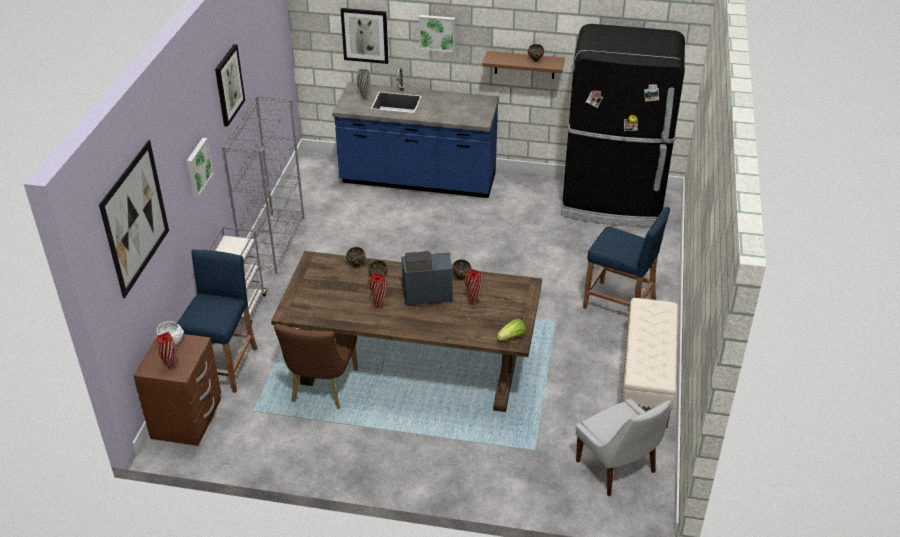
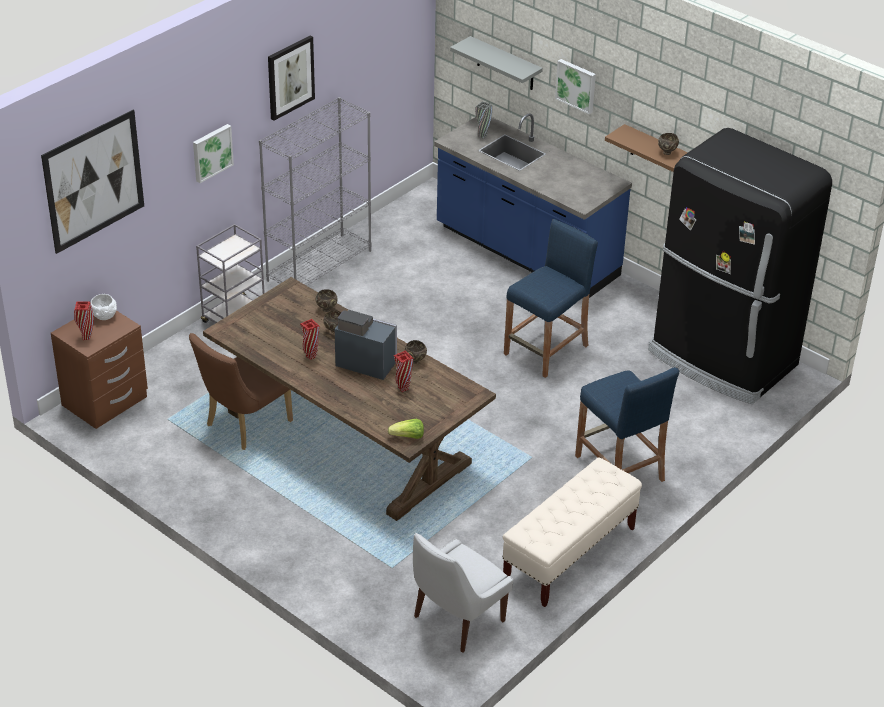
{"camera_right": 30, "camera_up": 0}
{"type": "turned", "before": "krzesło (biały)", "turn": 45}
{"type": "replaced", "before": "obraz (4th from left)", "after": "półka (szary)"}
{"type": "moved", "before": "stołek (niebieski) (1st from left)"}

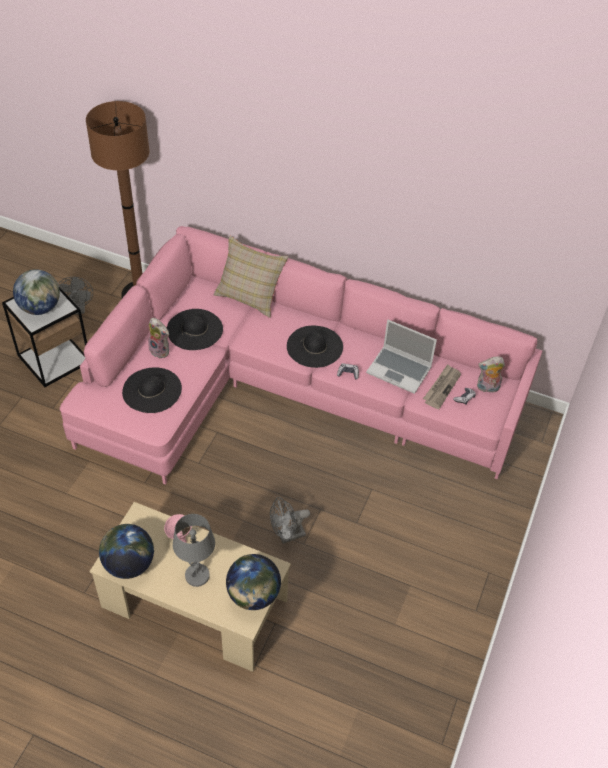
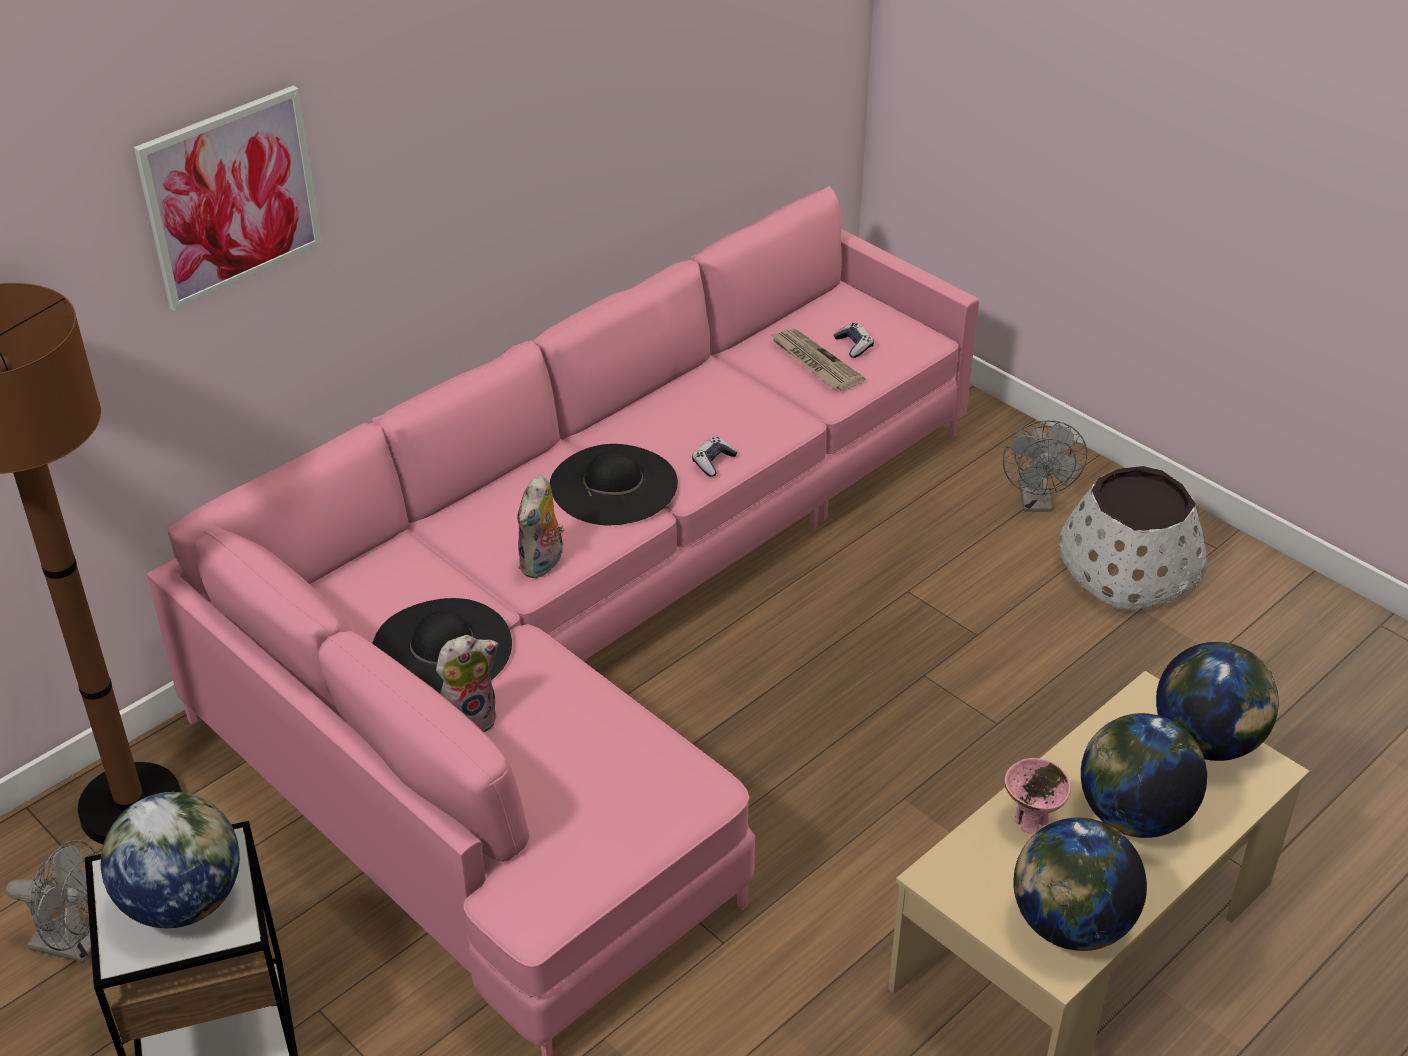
{"camera_right": -65, "camera_up": -10}
{"type": "added", "after": "obraz"}
{"type": "moved", "before": "pluszak (2nd from left)"}
{"type": "moved", "before": "wentylator (szary) (2nd from left)"}
{"type": "added", "after": "donica (biały)"}
{"type": "replaced", "before": "lampa stołowa (szary)", "after": "globus (3rd from left)"}
{"type": "removed", "before": "kapelusz (czarny) (1st from left)"}
{"type": "removed", "before": "poduszka (beżowy)"}
{"type": "removed", "before": "laptop"}

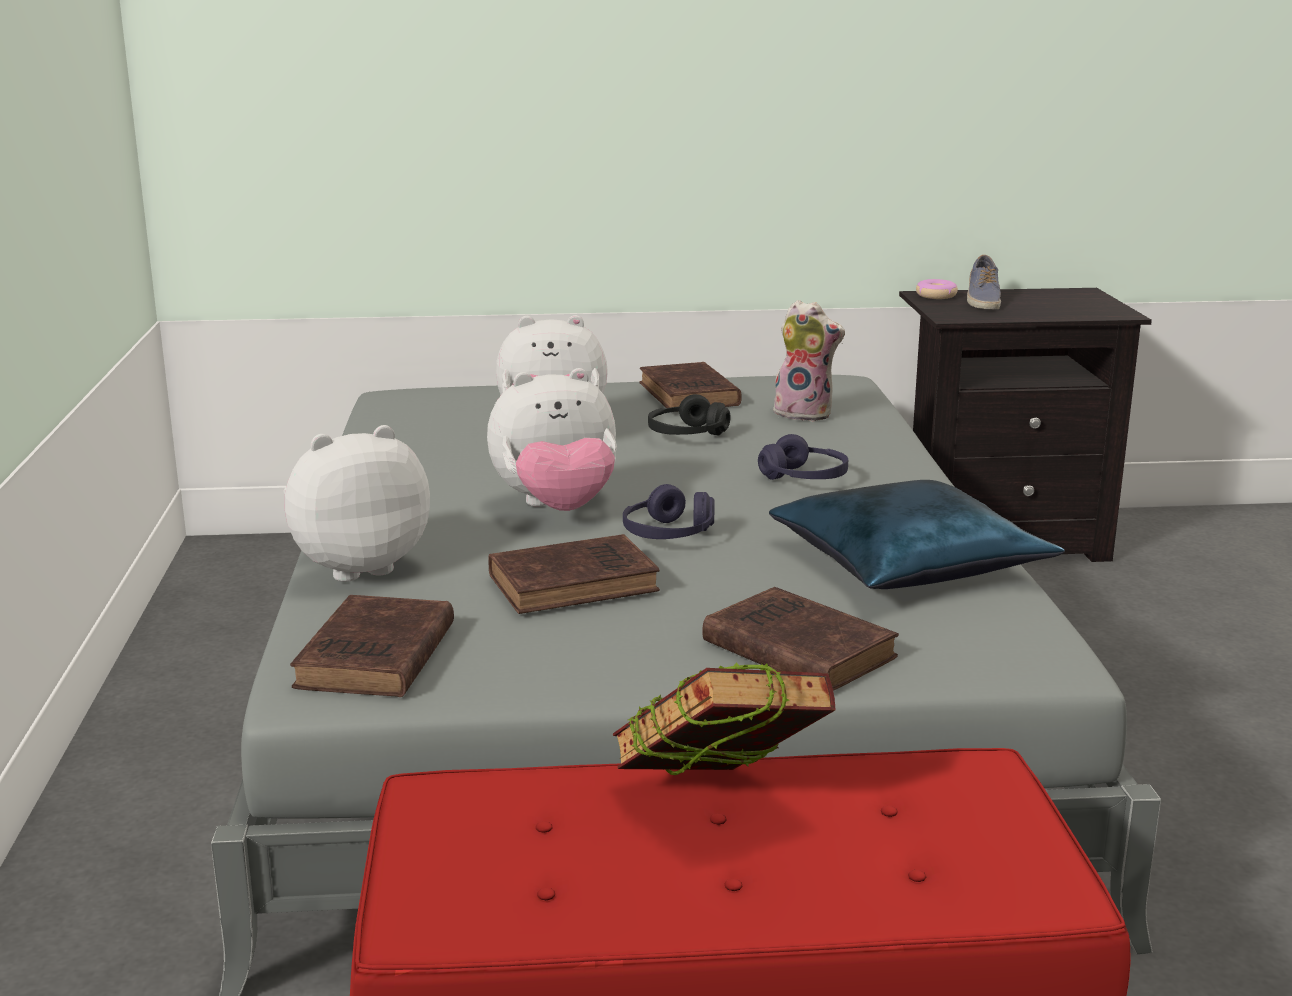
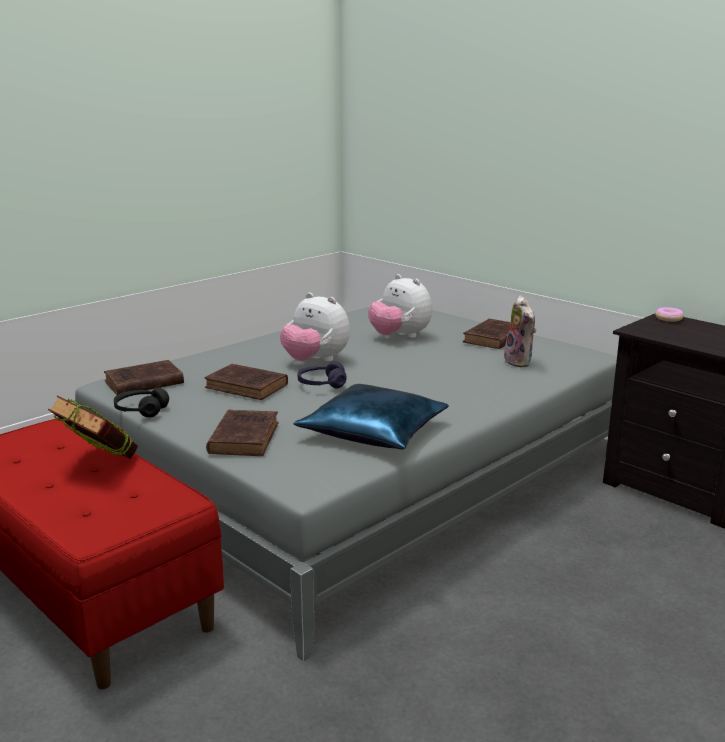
{"camera_right": 50, "camera_up": 0}
{"type": "moved", "before": "słuchawki (czarny)"}
{"type": "removed", "before": "pluszak (1st from left)"}
{"type": "removed", "before": "słuchawki (fioletowy) (2nd from left)"}
{"type": "removed", "before": "but"}

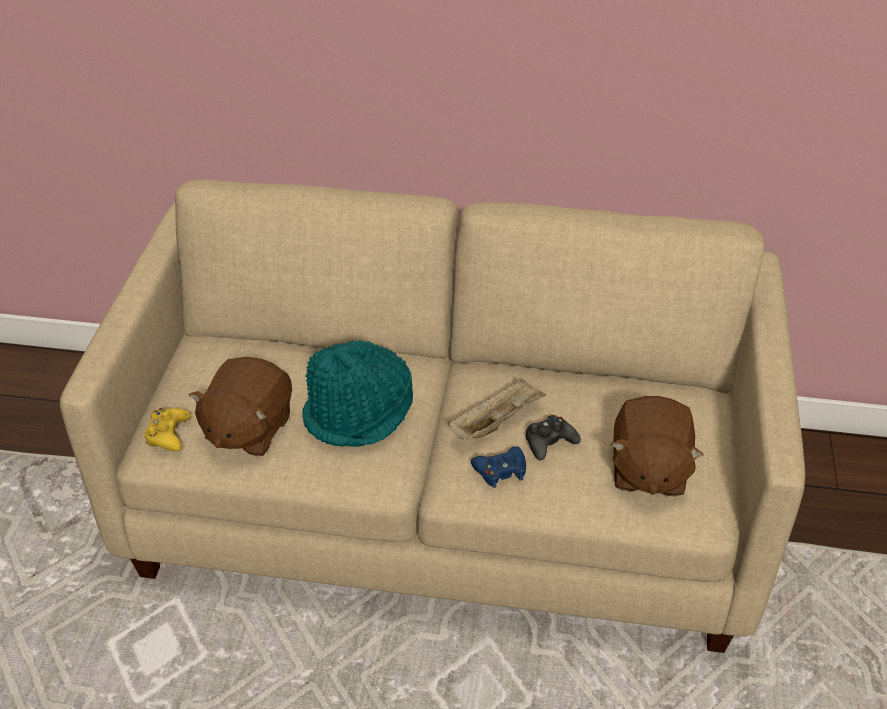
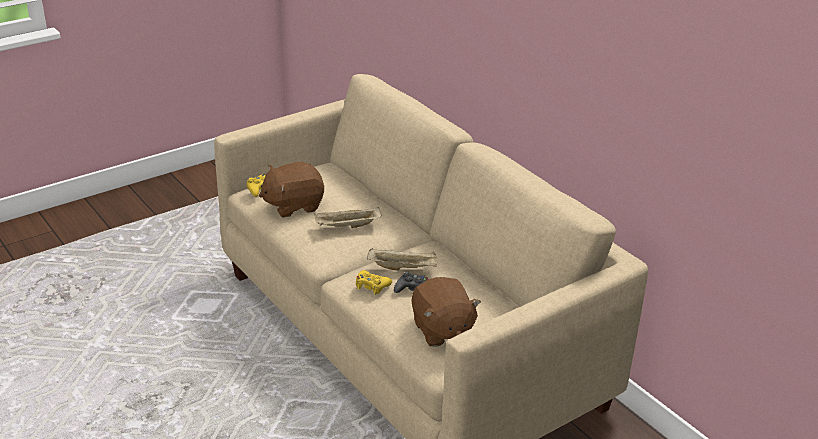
{"camera_right": 45, "camera_up": -10}
{"type": "replaced", "before": "kapelusz (turkusowy)", "after": "taca (beżowy) (1st from left)"}
{"type": "recoloured", "before": "pad do gier (niebieski)", "after": "pad do gier (żółty) (2nd from left)"}
{"type": "turned", "before": "pluszak (brązowy) (2nd from left)", "turn": -75}

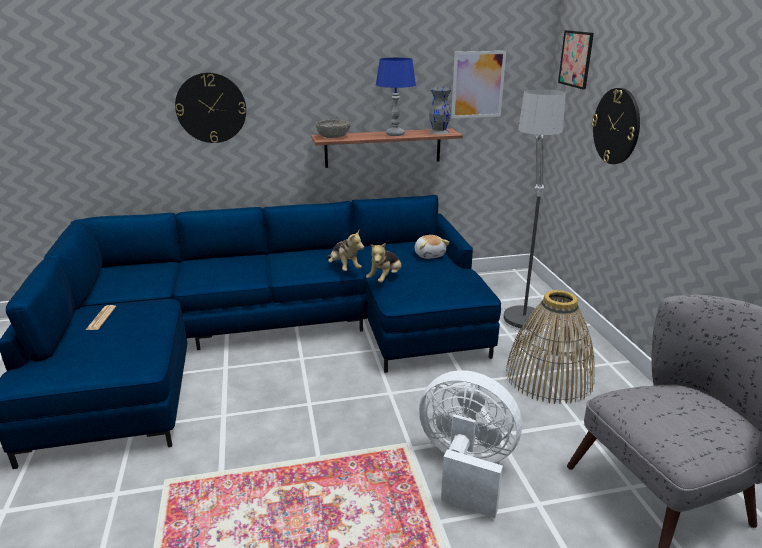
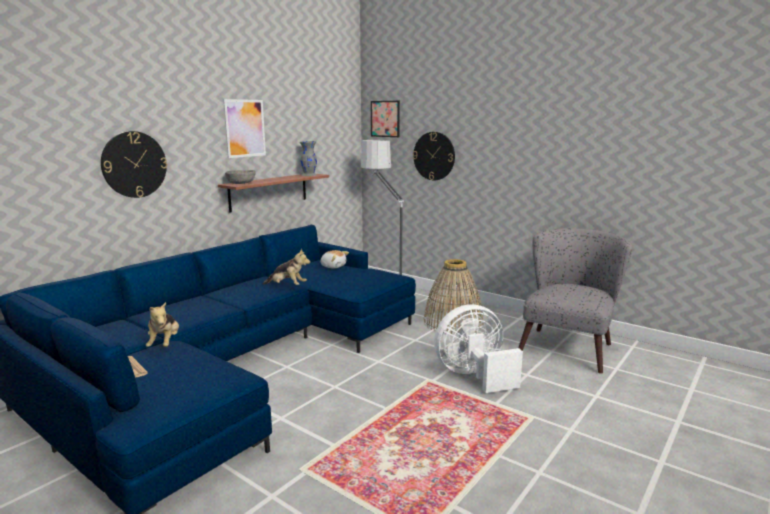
{"camera_right": -40, "camera_up": -10}
{"type": "moved", "before": "pluszak (2nd from left in the first image)", "after": "pluszak (1st from left)"}
{"type": "moved", "before": "obraz (1st from left)"}
{"type": "removed", "before": "lampa stołowa (niebieski)"}

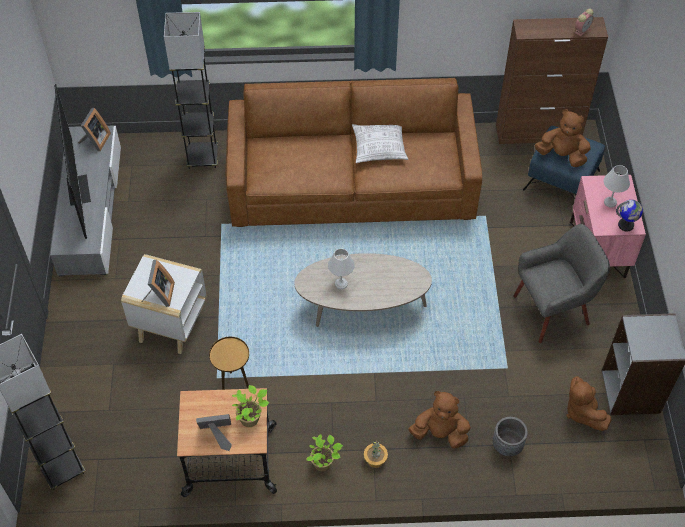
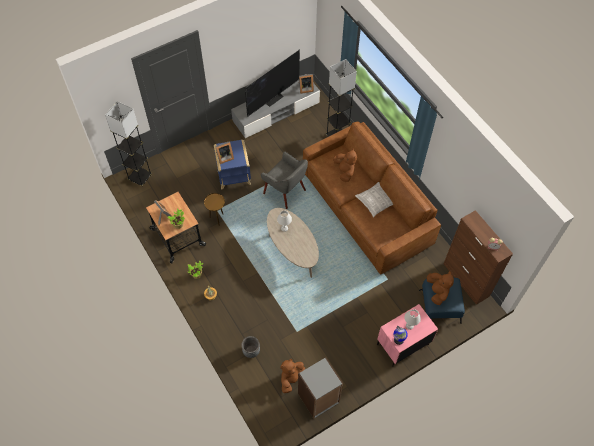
{"camera_right": 60, "camera_up": 5}
{"type": "recoloured", "before": "stolik (biały)", "after": "stolik (niebieski)"}
{"type": "moved", "before": "fotel (szary)"}
{"type": "moved", "before": "pluszak (brązowy) (1st from left in the first image)", "after": "pluszak (brązowy) (2nd from left)"}

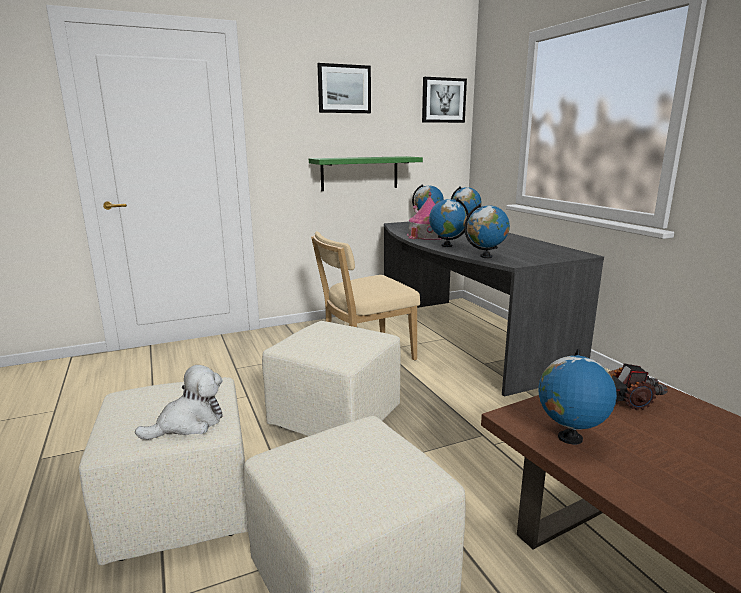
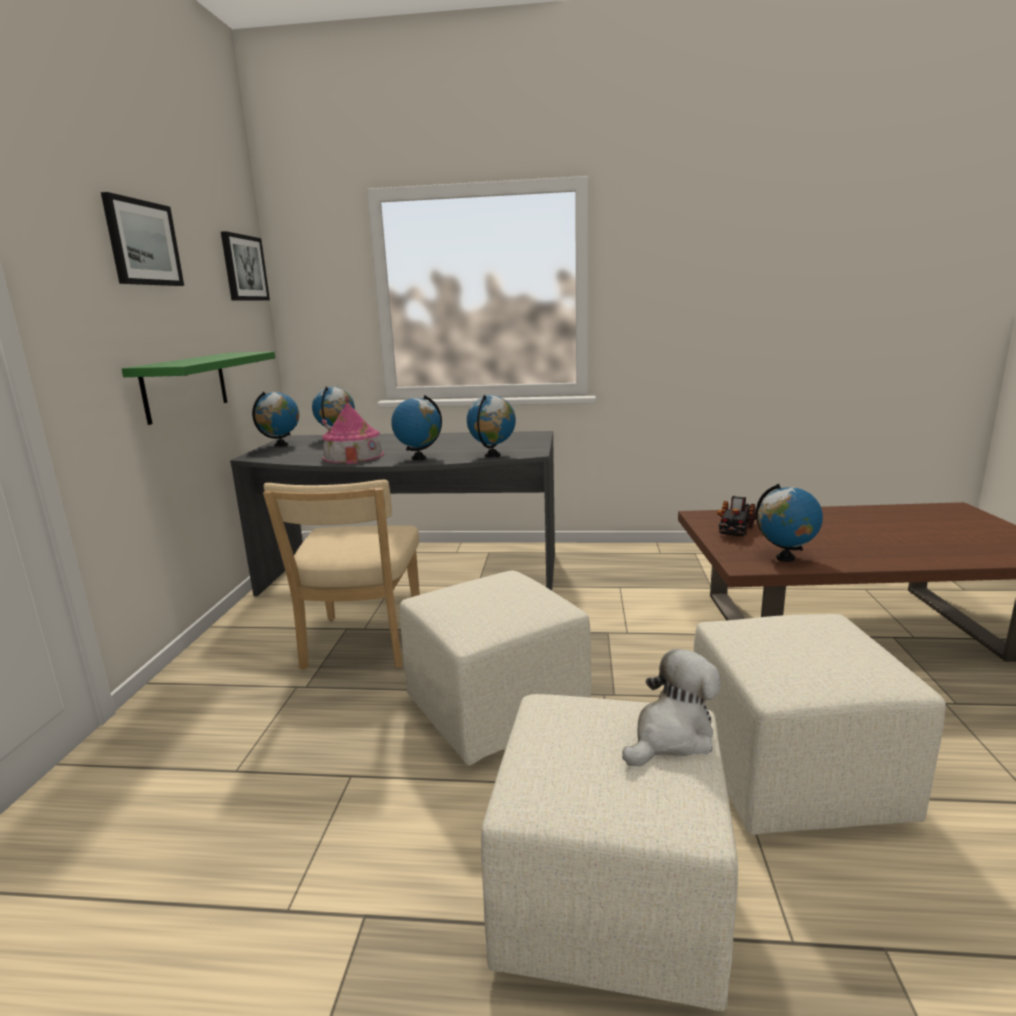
{"camera_right": -60, "camera_up": 0}
{"type": "turned", "before": "pluszak", "turn": 60}

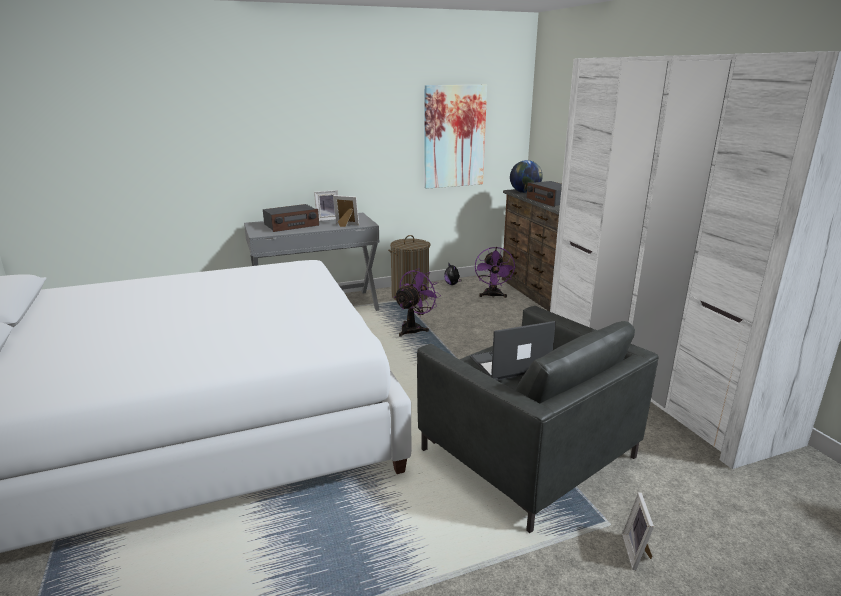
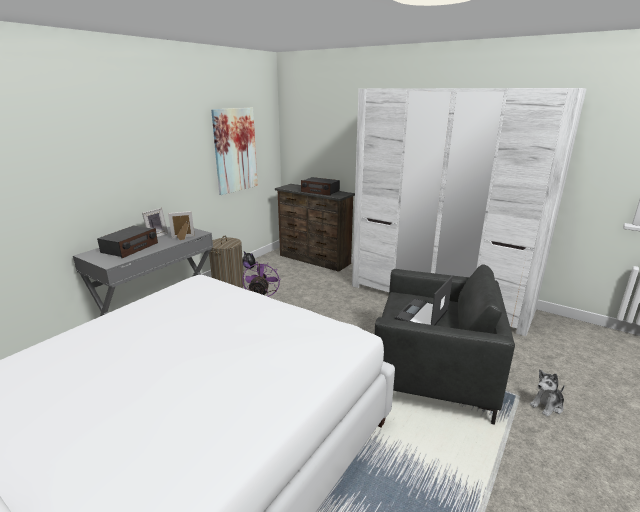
{"camera_right": -35, "camera_up": 0}
{"type": "replaced", "before": "ramka na zdjęcie (3rd from left)", "after": "pluszak (2nd from left)"}
{"type": "removed", "before": "wentylator (fioletowy) (2nd from left)"}
{"type": "removed", "before": "globus"}

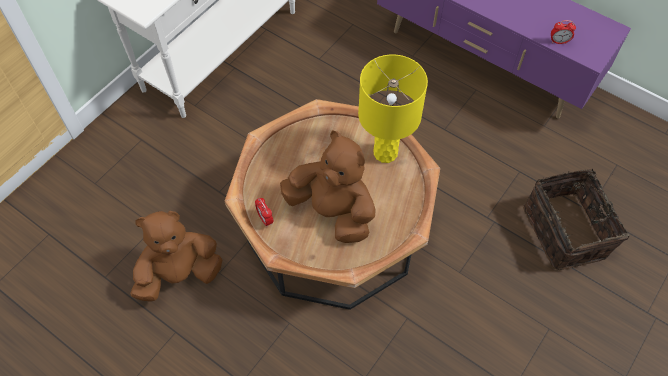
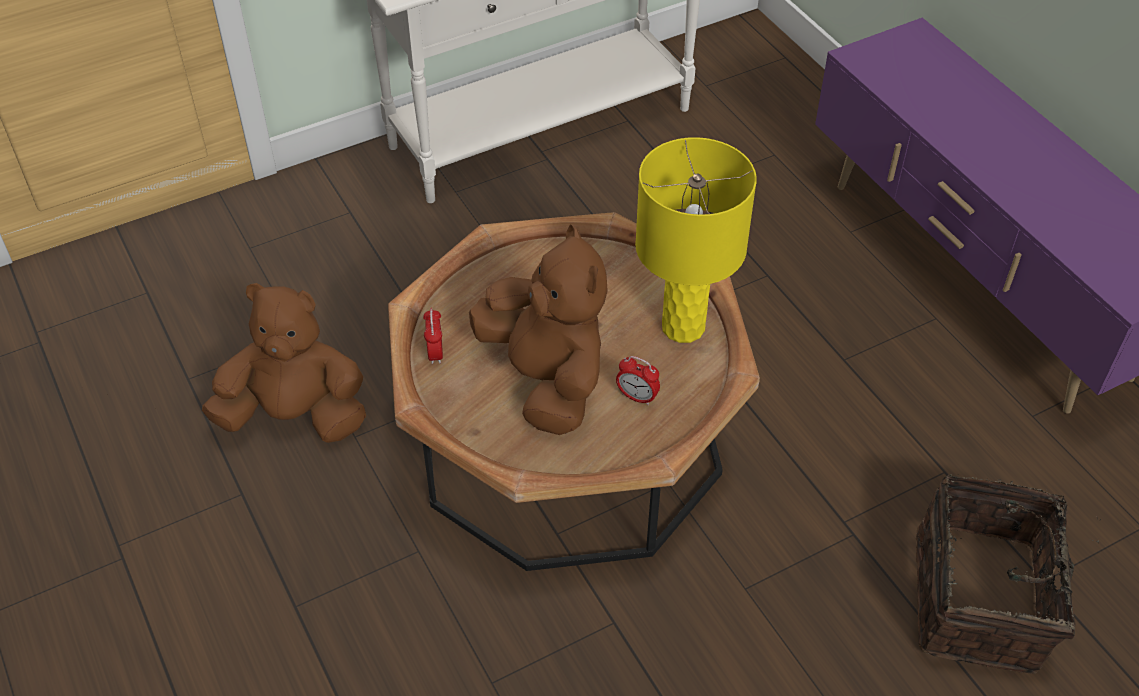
{"camera_right": 25, "camera_up": -10}
{"type": "moved", "before": "budzik (2nd from left)"}

